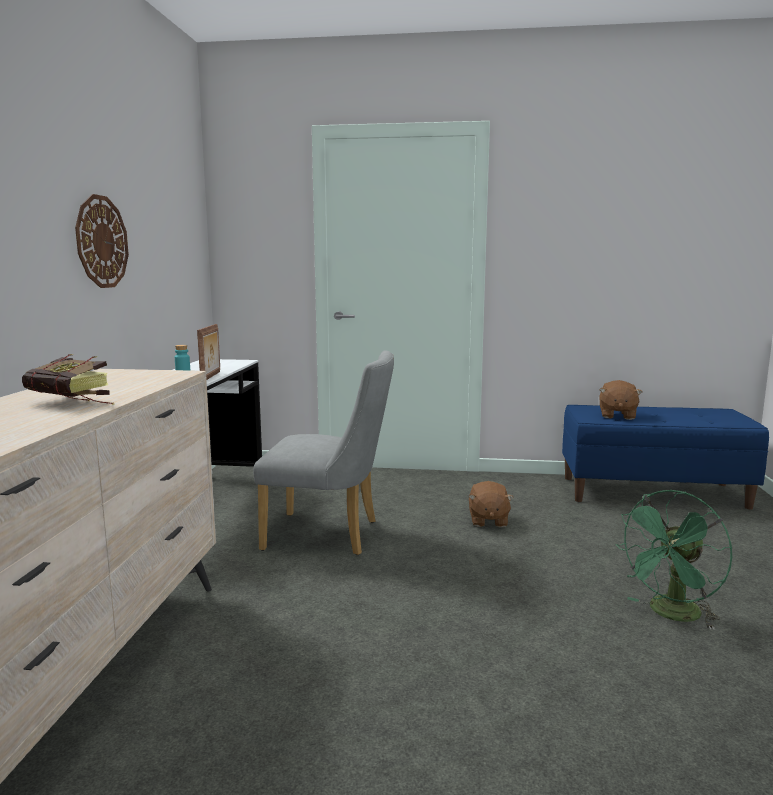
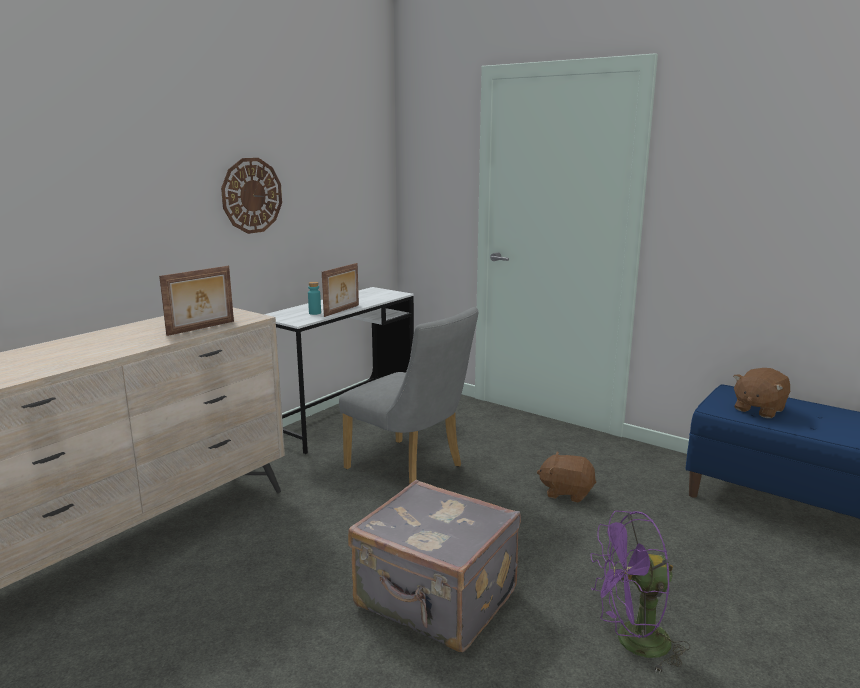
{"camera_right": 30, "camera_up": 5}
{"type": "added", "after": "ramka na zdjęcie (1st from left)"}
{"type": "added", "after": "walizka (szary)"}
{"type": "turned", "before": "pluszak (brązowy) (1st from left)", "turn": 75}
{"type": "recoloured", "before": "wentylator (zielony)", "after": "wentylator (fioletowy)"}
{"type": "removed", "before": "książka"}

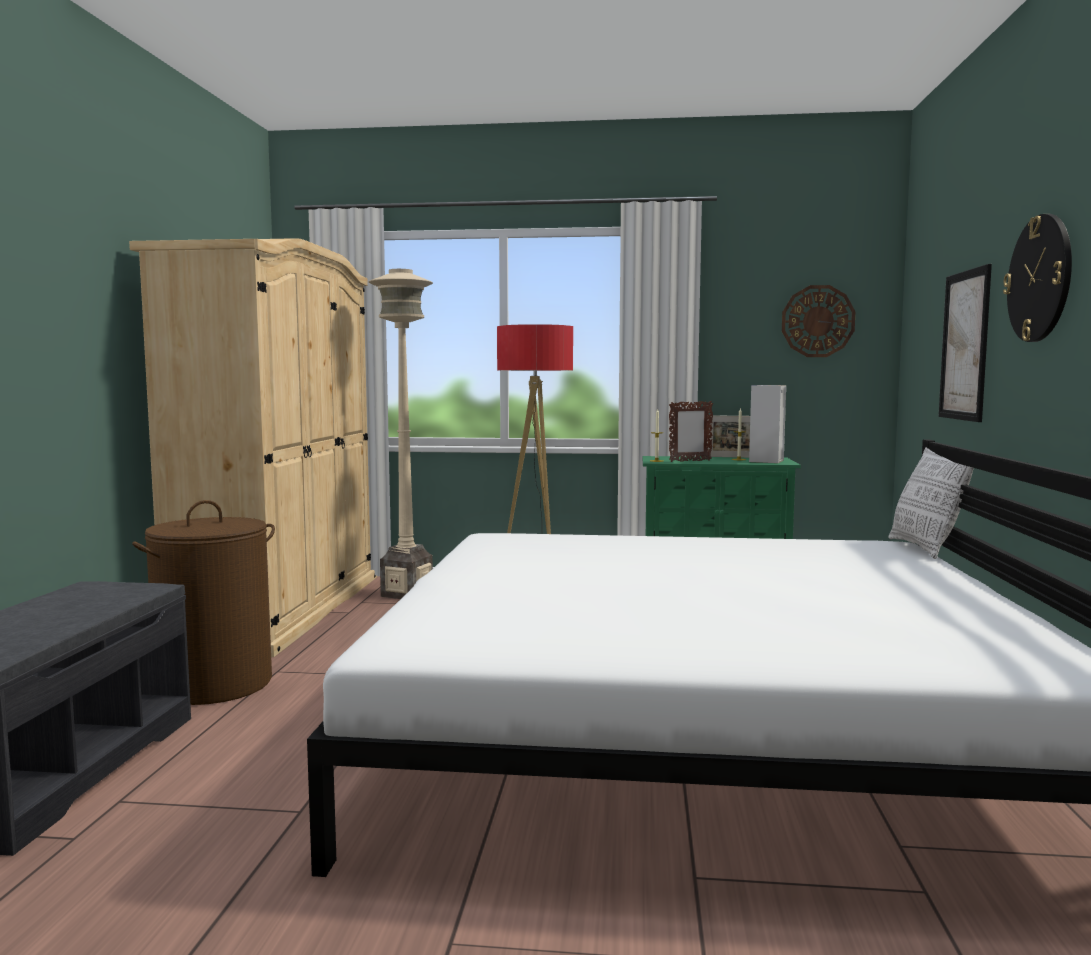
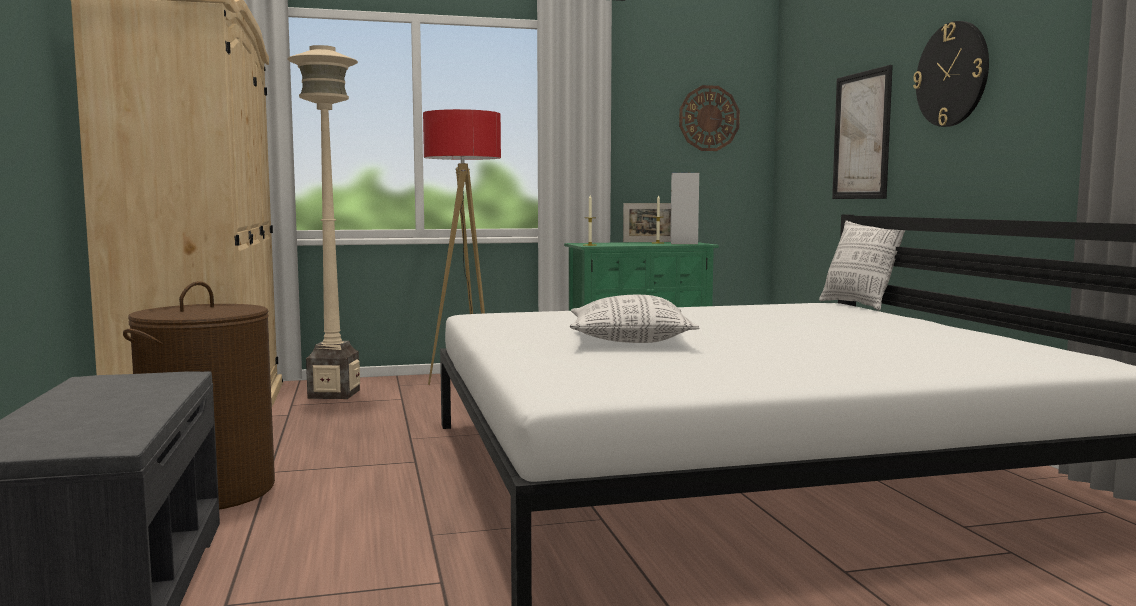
{"camera_right": -20, "camera_up": 0}
{"type": "added", "after": "poduszka (1st from left)"}
{"type": "removed", "before": "ramka na zdjęcie (1st from left)"}

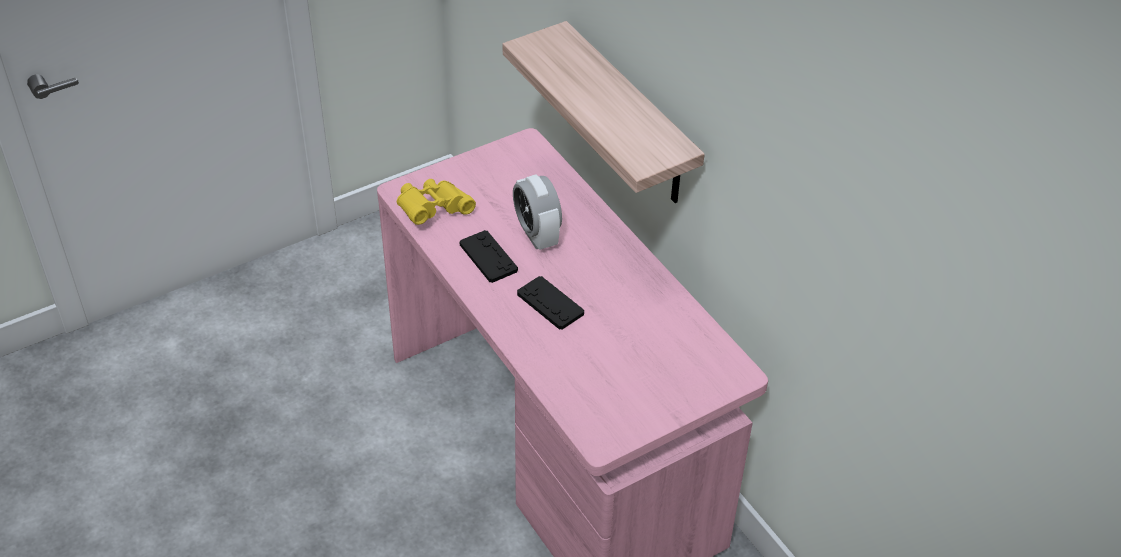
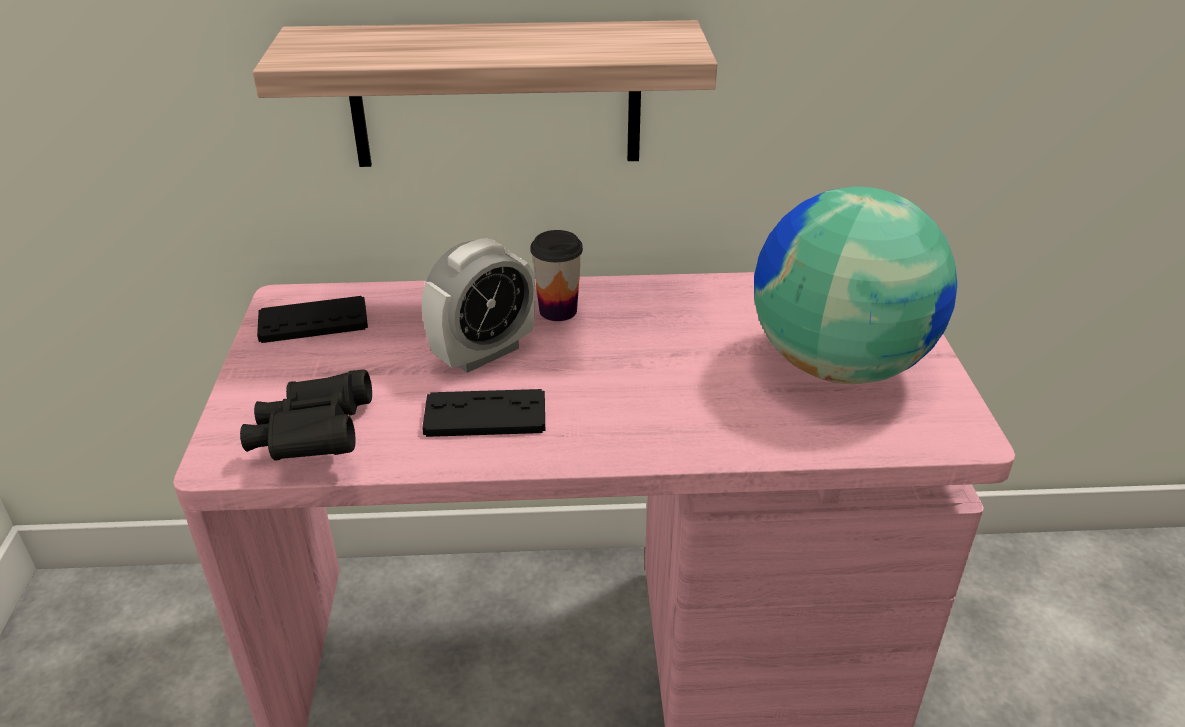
{"camera_right": -60, "camera_up": -10}
{"type": "recoloured", "before": "lornetka (żółty)", "after": "lornetka (czarny)"}
{"type": "moved", "before": "pad do gier (czarny) (2nd from left in the first image)", "after": "pad do gier (czarny) (1st from left)"}
{"type": "turned", "before": "budzik", "turn": -45}
{"type": "added", "after": "filiżanka"}
{"type": "added", "after": "globus"}

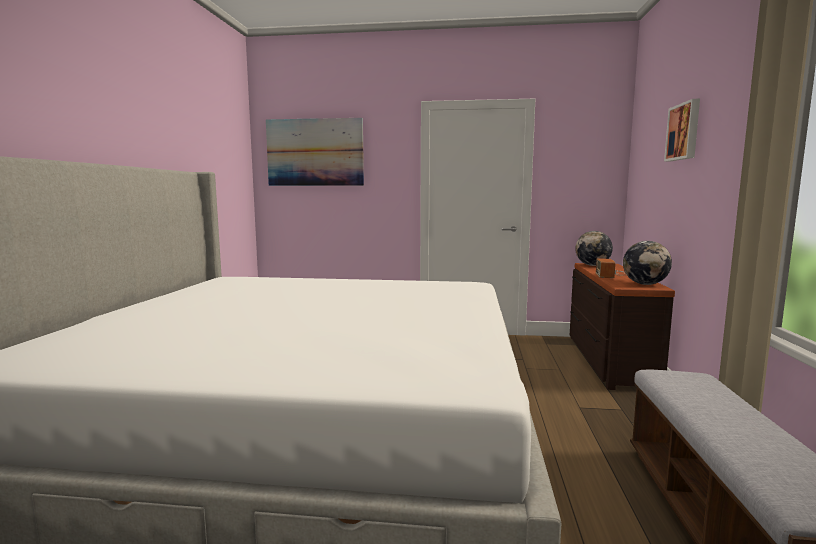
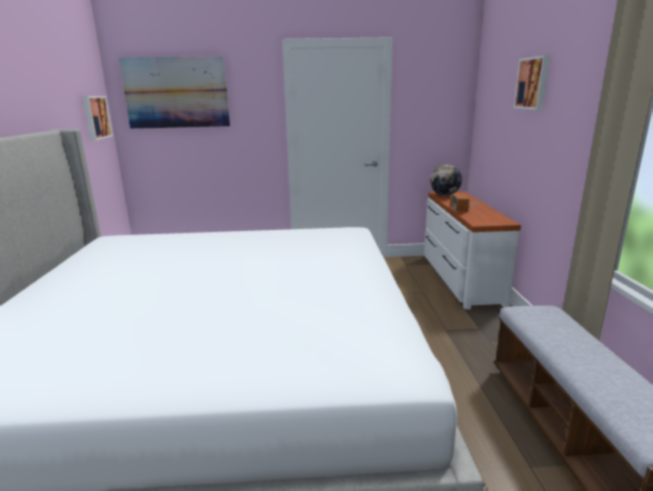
{"camera_right": -10, "camera_up": 10}
{"type": "added", "after": "obraz (1st from left)"}
{"type": "recoloured", "before": "komoda (brązowy)", "after": "komoda (biały)"}
{"type": "removed", "before": "globus (2nd from left)"}

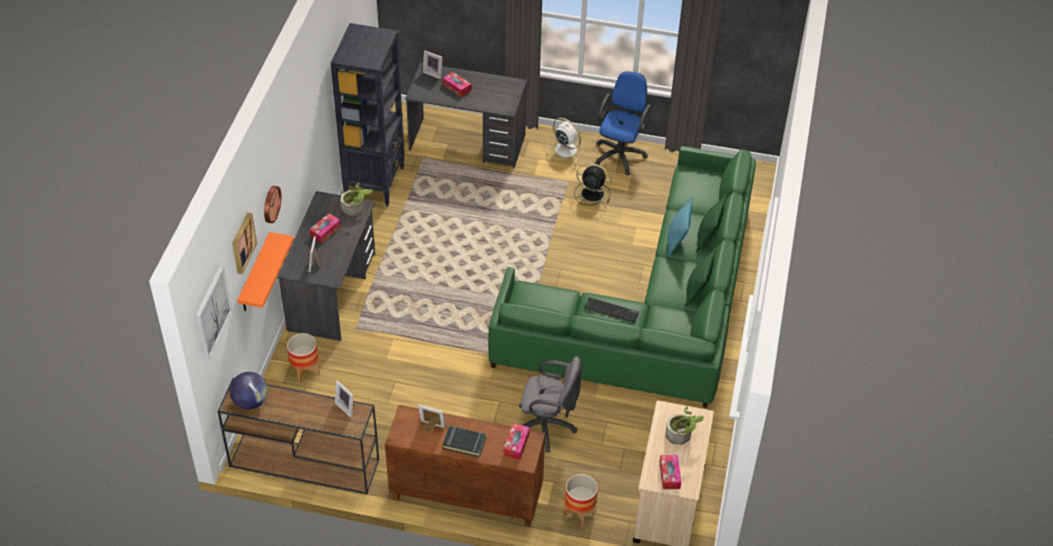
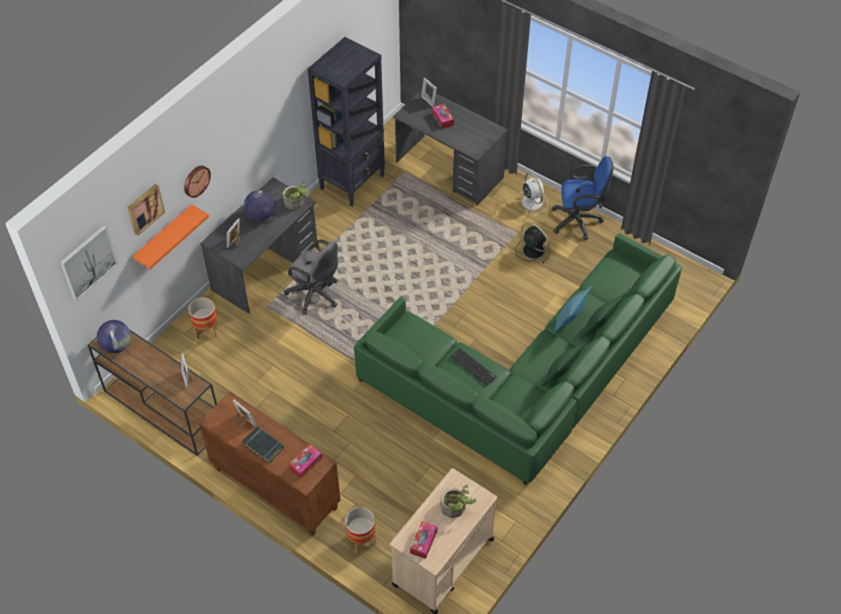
{"camera_right": 25, "camera_up": 5}
{"type": "replaced", "before": "pudełko chusteczek (1st from left)", "after": "globus (2nd from left)"}
{"type": "moved", "before": "krzesło biurowe (szary)"}
{"type": "turned", "before": "krzesło biurowe (niebieski)", "turn": 45}

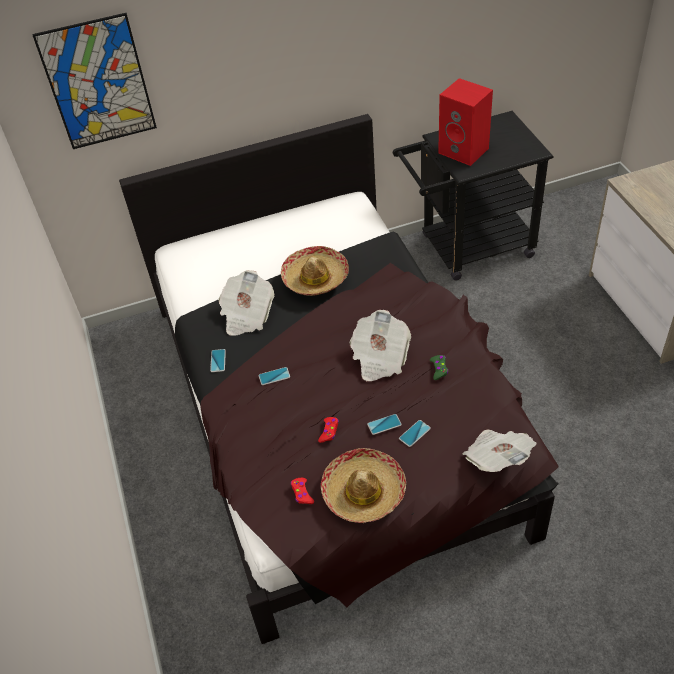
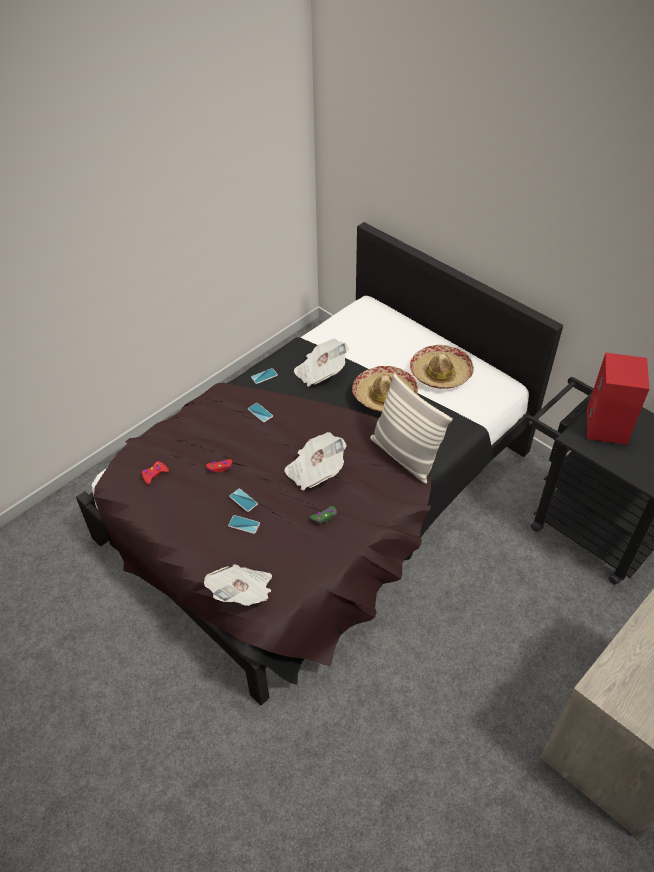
{"camera_right": 60, "camera_up": 0}
{"type": "added", "after": "poduszka"}
{"type": "moved", "before": "kapelusz (2nd from left)"}
{"type": "removed", "before": "obraz"}

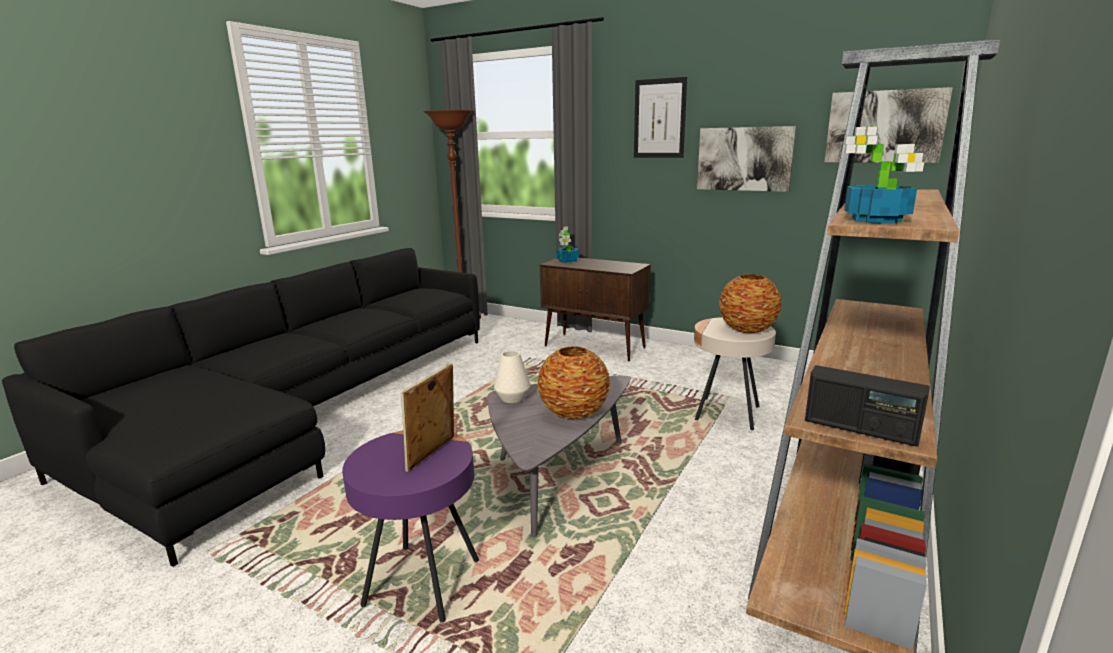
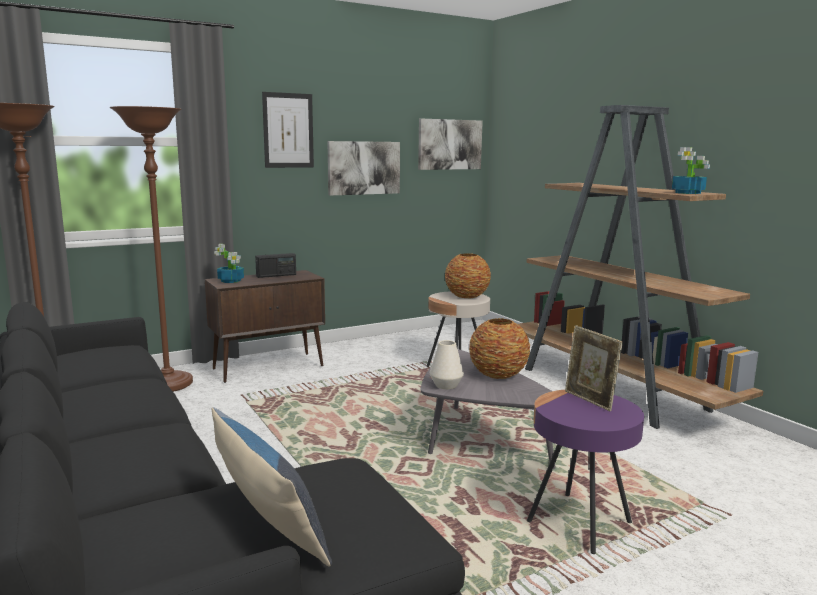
{"camera_right": -60, "camera_up": -5}
{"type": "added", "after": "lampa stojąca (brązowy) (2nd from left)"}
{"type": "added", "after": "poduszka"}
{"type": "moved", "before": "radio"}

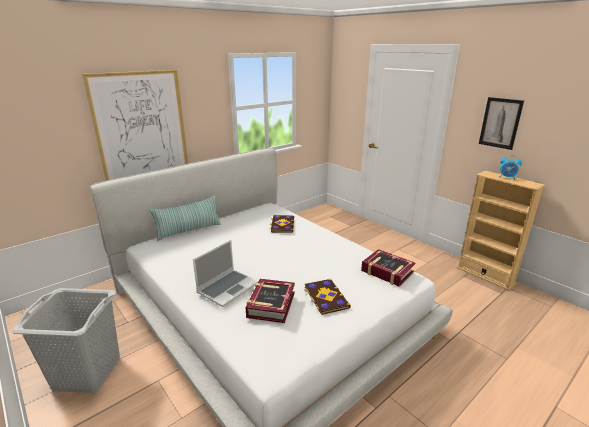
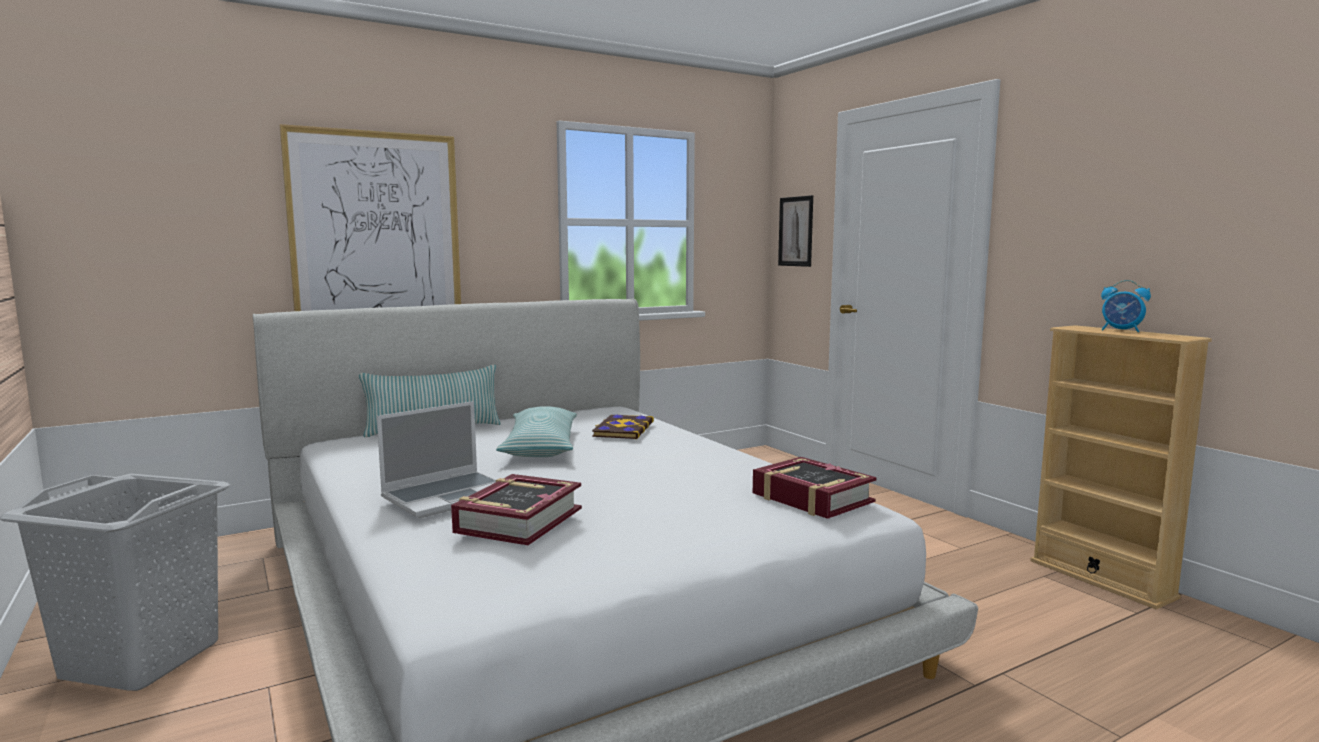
{"camera_right": 10, "camera_up": -15}
{"type": "added", "after": "poduszka (2nd from left)"}
{"type": "moved", "before": "obraz (2nd from left)"}
{"type": "removed", "before": "książka (3rd from left)"}

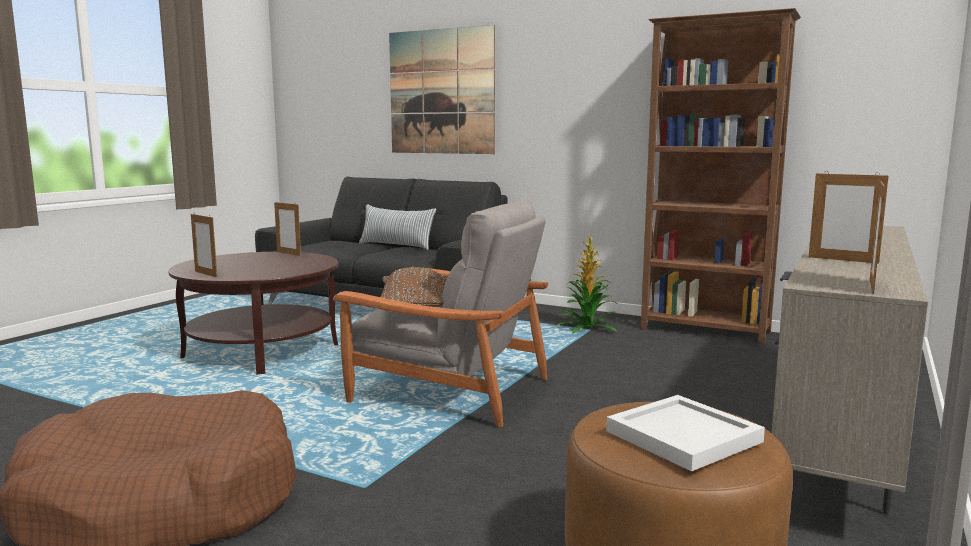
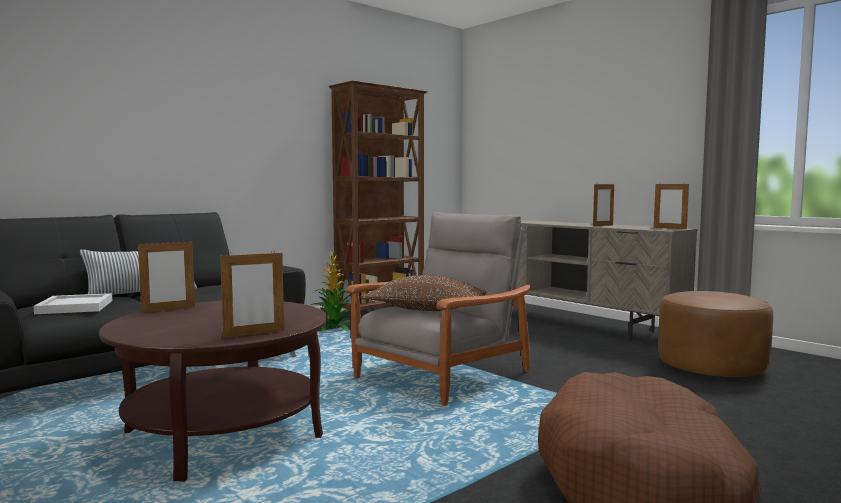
{"camera_right": -70, "camera_up": -5}
{"type": "moved", "before": "taca (biały)"}
{"type": "removed", "before": "obraz"}

